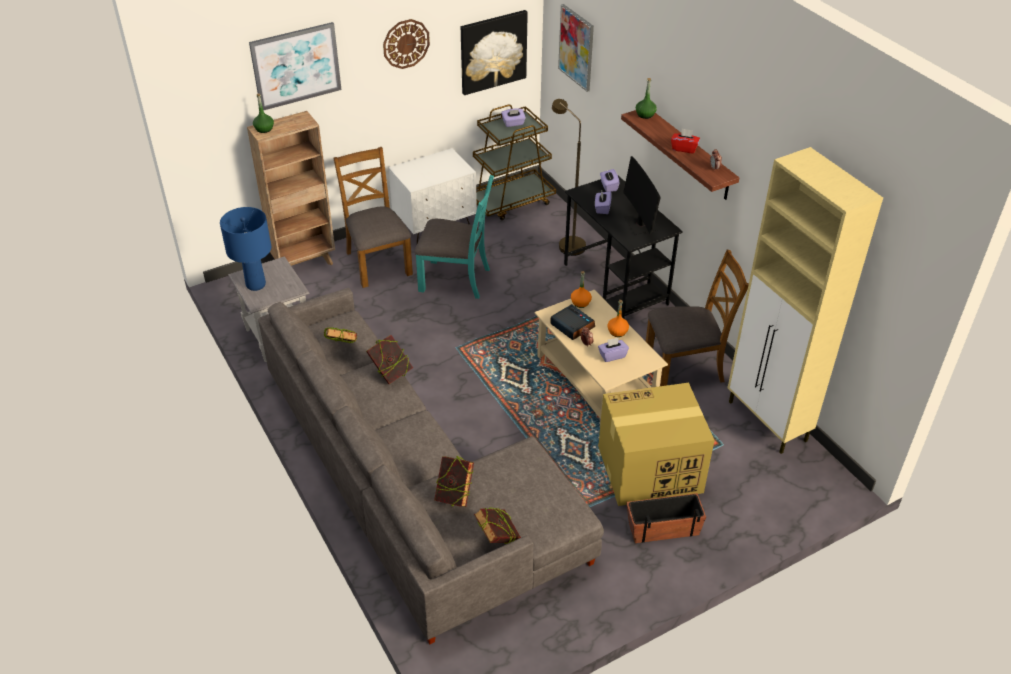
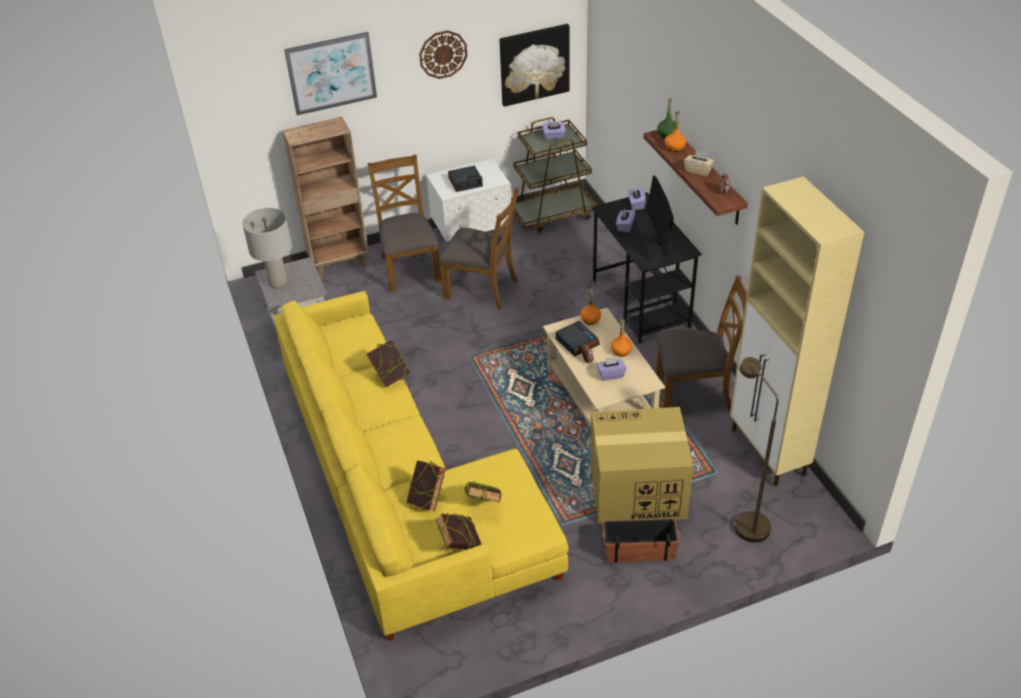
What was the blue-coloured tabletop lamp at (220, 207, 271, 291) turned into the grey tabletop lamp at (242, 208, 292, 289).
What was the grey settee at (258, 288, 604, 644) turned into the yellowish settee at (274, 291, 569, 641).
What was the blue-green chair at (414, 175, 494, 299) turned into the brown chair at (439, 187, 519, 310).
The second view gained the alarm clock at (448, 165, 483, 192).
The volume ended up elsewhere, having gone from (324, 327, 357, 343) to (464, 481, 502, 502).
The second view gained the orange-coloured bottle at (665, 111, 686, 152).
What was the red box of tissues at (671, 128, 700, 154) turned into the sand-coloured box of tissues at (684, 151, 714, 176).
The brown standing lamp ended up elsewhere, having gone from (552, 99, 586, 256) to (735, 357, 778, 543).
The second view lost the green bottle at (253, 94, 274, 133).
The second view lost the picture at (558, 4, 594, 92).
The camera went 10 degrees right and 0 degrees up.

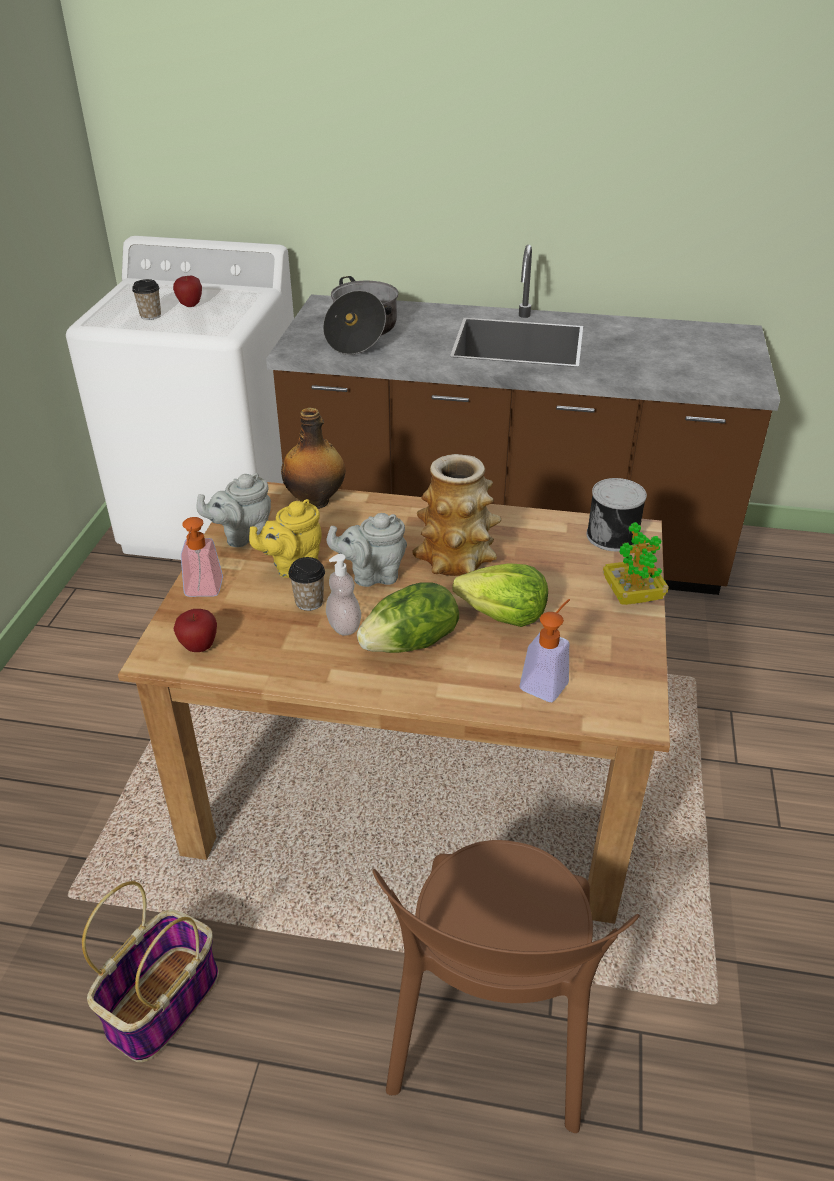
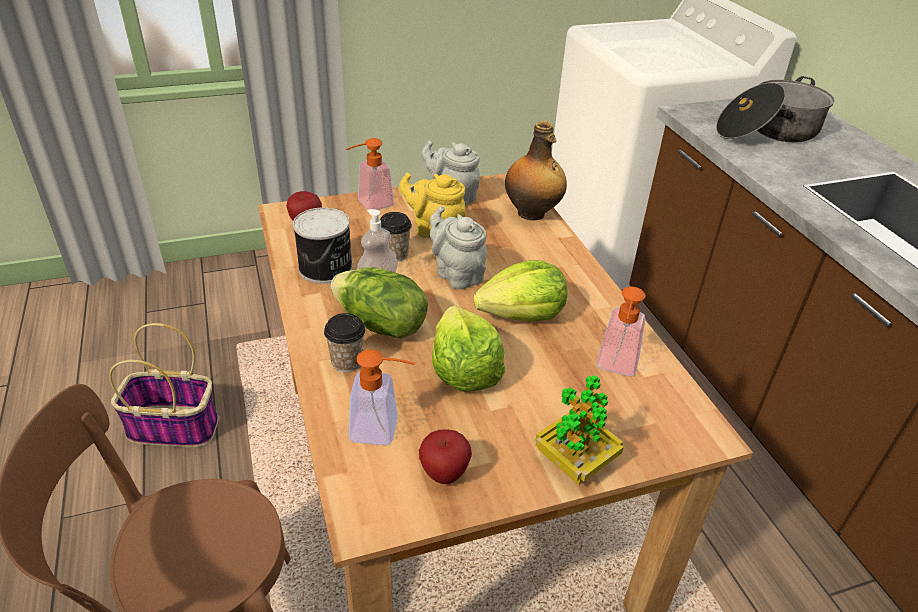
The sealed can ended up elsewhere, having gone from (587, 478, 647, 551) to (293, 207, 353, 284).
The drinking cup ended up elsewhere, having gone from (132, 279, 161, 320) to (324, 313, 365, 372).
The apple fruit ended up elsewhere, having gone from (173, 276, 202, 307) to (419, 429, 472, 484).
Where the decorative vase stood at (412, 454, 501, 576), the lettuce came to stand at (473, 260, 568, 322).
The second view gained the liquid soap bottle at (597, 287, 646, 376).
The camera went 60 degrees right and 0 degrees up.

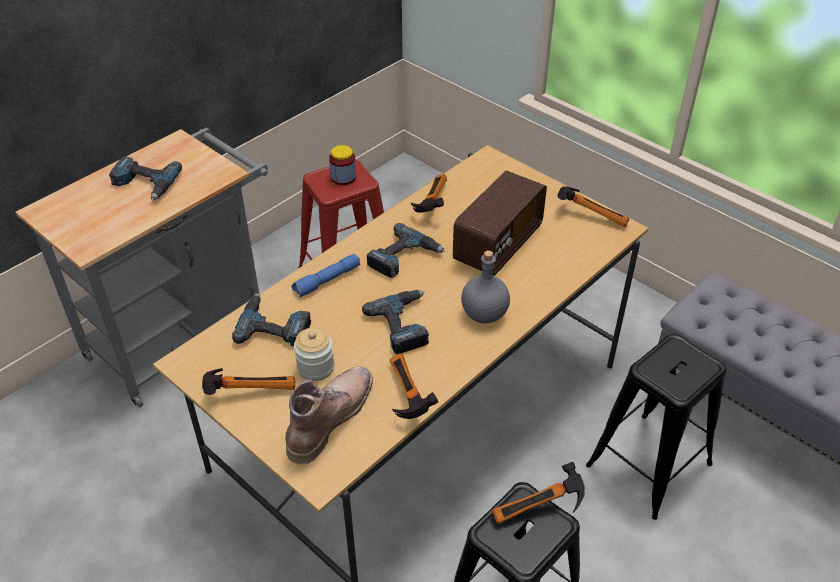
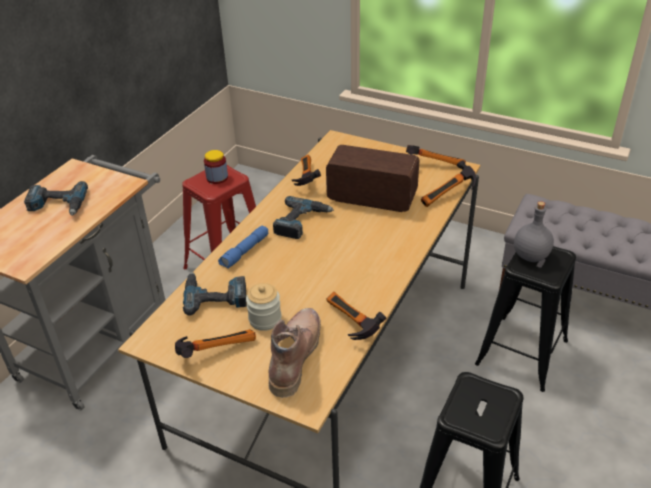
The radio receiver at (453, 170, 547, 276) ended up facing another way, 90 degrees counterclockwise from before.
The hand hammer ended up elsewhere, having gone from (491, 462, 585, 524) to (421, 160, 476, 207).
The grey bottle ended up elsewhere, having gone from (461, 250, 510, 324) to (514, 201, 554, 262).
The second view lost the drill at (362, 290, 429, 354).
The camera went 15 degrees left and 5 degrees down.

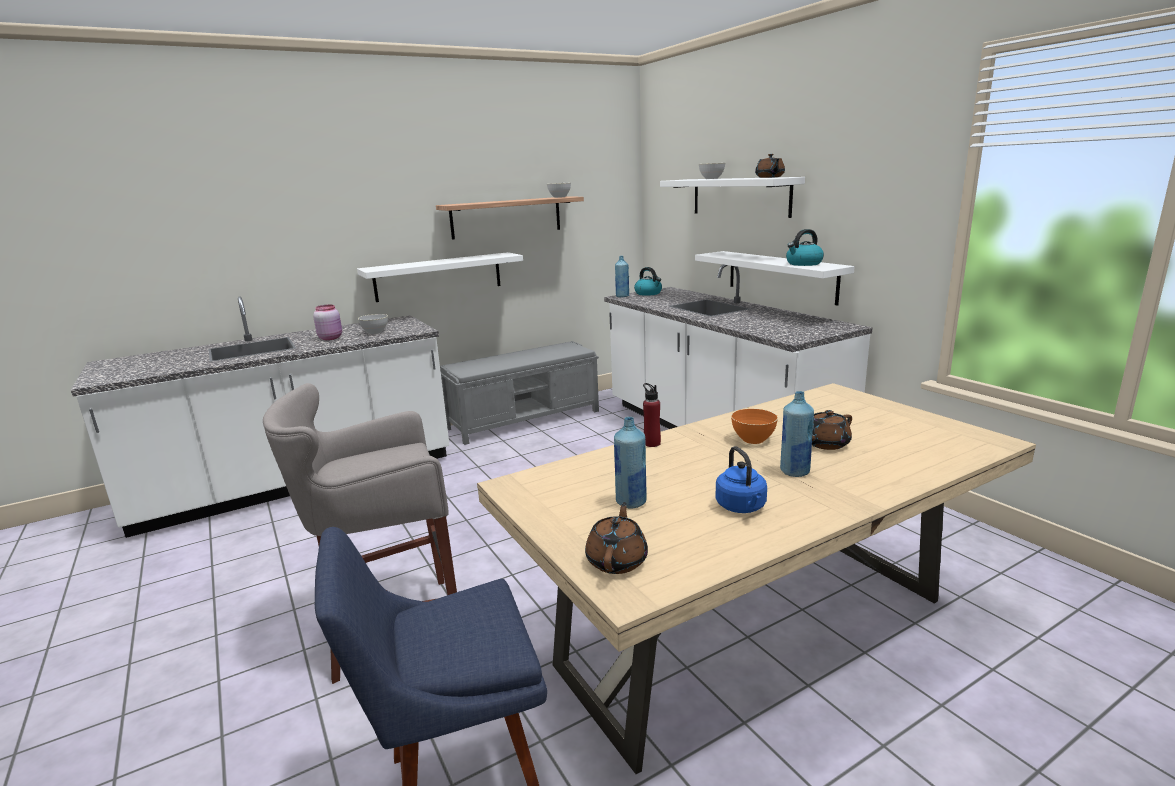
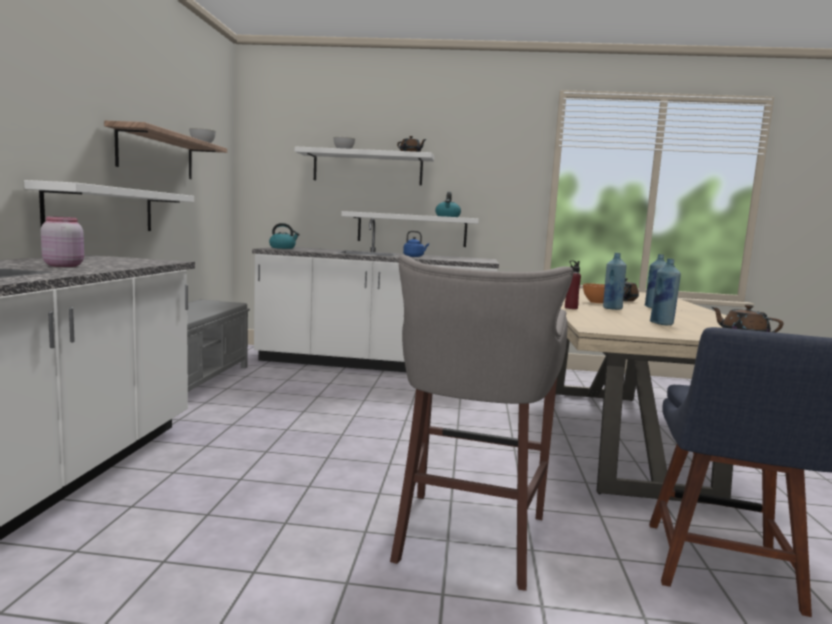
The blue-coloured water kettle ended up elsewhere, having gone from (716, 446, 767, 513) to (403, 231, 429, 257).
The blue-coloured bottle ended up elsewhere, having gone from (615, 256, 629, 297) to (603, 253, 626, 310).
The second view lost the grey bowl at (358, 314, 388, 334).
The camera went 55 degrees left and 10 degrees down.

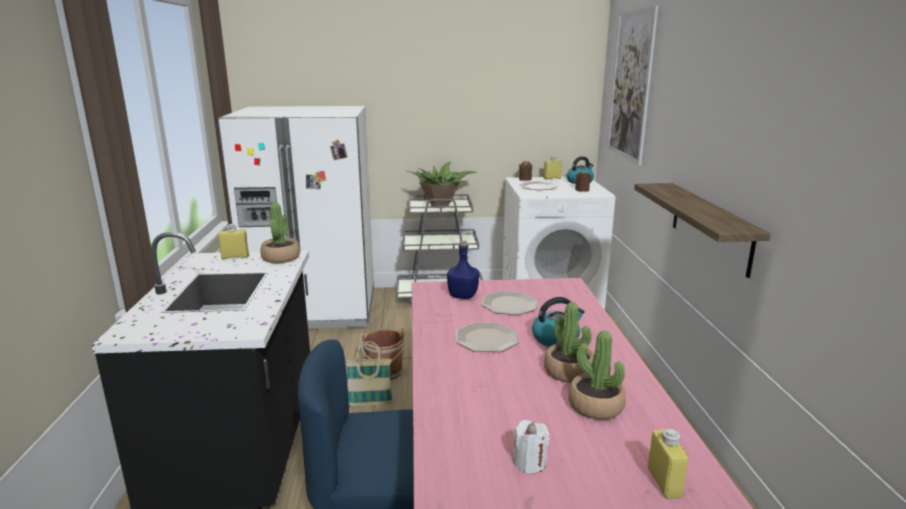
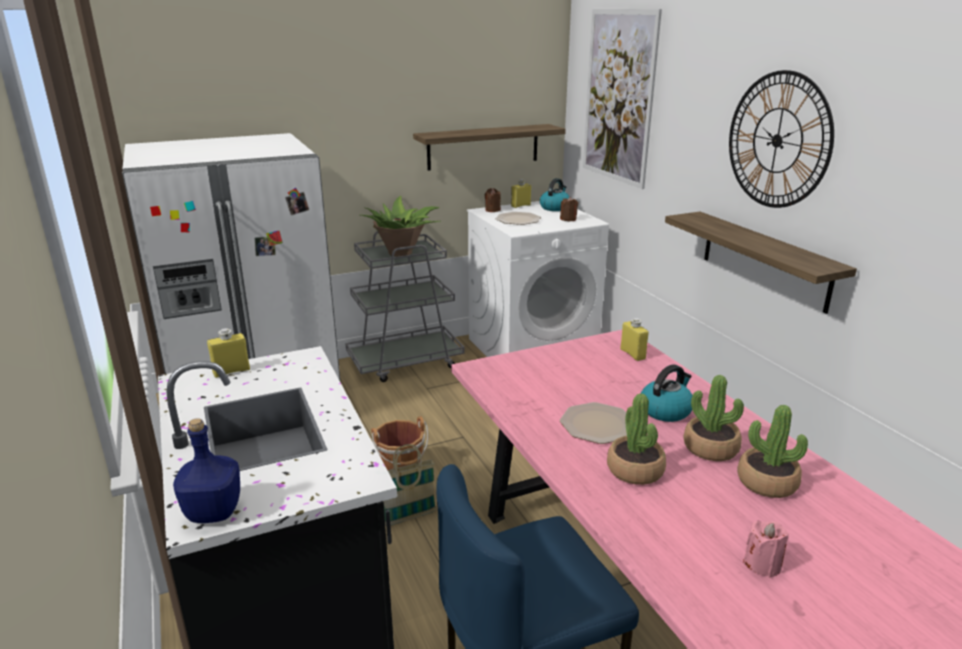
The blue-coloured bottle ended up elsewhere, having gone from (447, 240, 480, 299) to (173, 418, 240, 523).
The second view gained the shelf at (413, 124, 566, 171).
The houseplant ended up elsewhere, having gone from (261, 202, 300, 263) to (607, 394, 666, 485).
The yellowish bottle ended up elsewhere, having gone from (648, 429, 689, 499) to (620, 318, 649, 361).
The second view gained the hanging clock at (729, 70, 834, 208).
What was the white wax light at (513, 420, 550, 474) turned into the pinkish wax light at (743, 520, 789, 578).
The second view lost the flat dish at (481, 291, 538, 315).
The camera went 20 degrees left and 5 degrees up.

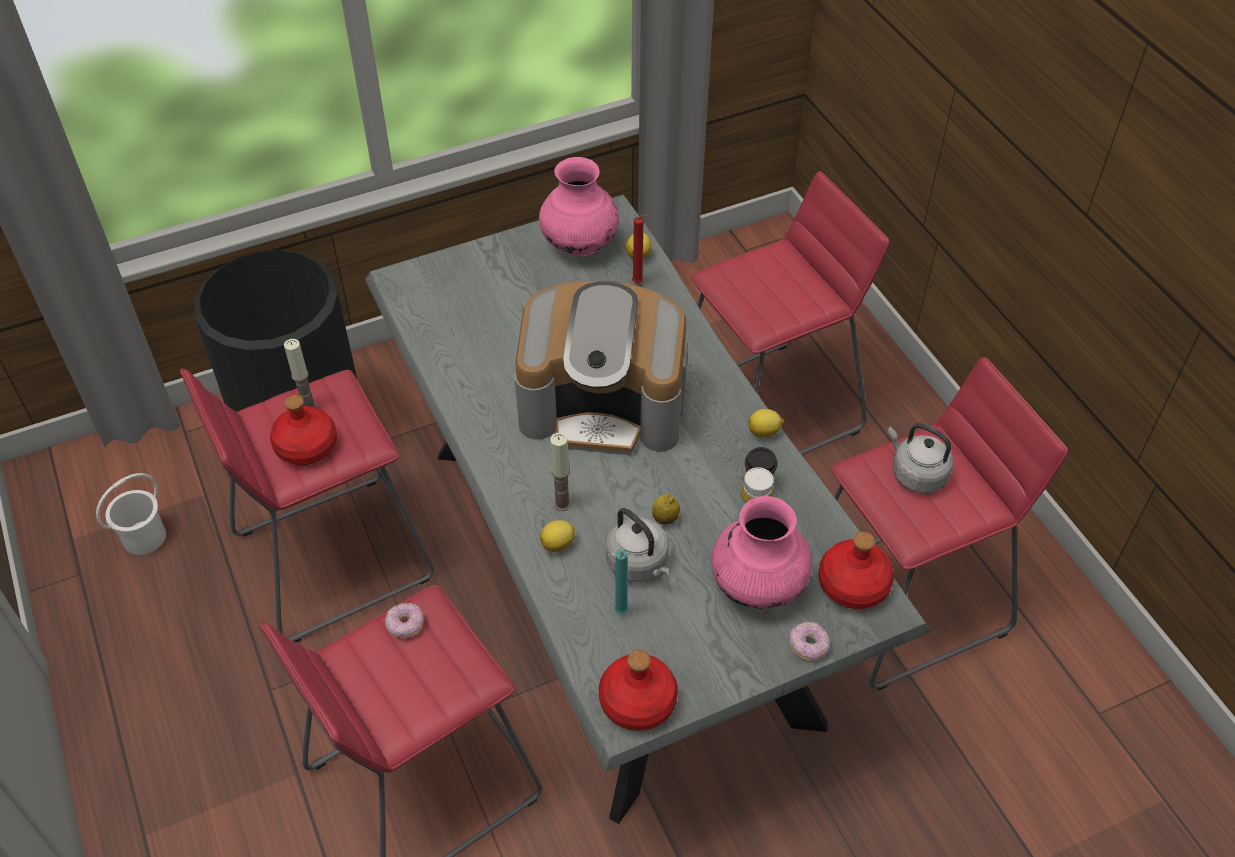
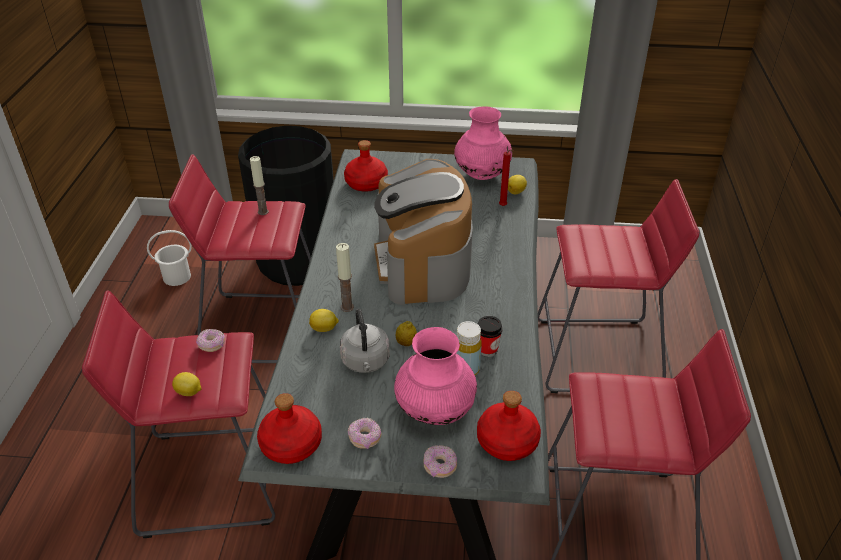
The citrus fruit ended up elsewhere, having gone from (748, 409, 783, 438) to (172, 372, 201, 396).
The red bottle ended up elsewhere, having gone from (270, 395, 337, 465) to (344, 140, 388, 192).
The second view gained the donut at (348, 418, 381, 449).
The coffee brewer at (515, 281, 687, 455) ended up facing another way, 45 degrees clockwise from before.
The second view lost the blue-green wax light at (614, 550, 628, 614).
The second view lost the grey water kettle at (888, 423, 953, 493).
The camera went 30 degrees right and 10 degrees down.

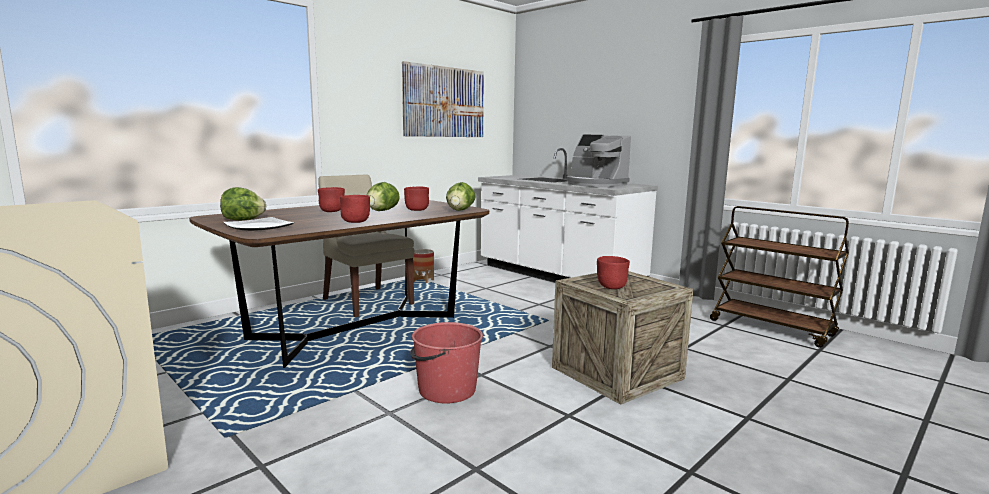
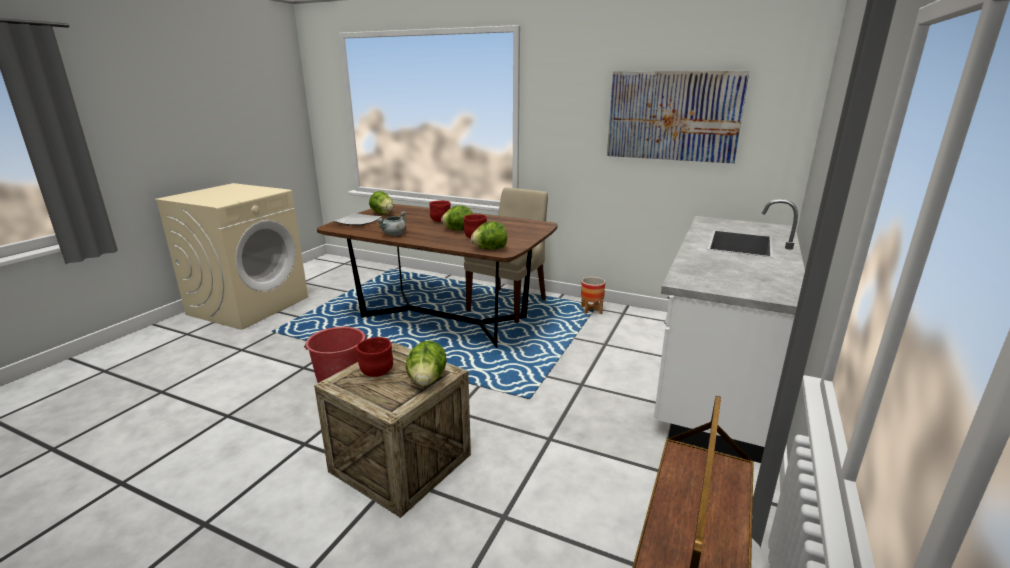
Where the red bowl stood at (340, 195, 370, 223), the grey cooking pot came to stand at (376, 211, 406, 236).
The second view gained the lettuce at (406, 341, 447, 387).
The second view lost the coffee brewer at (567, 135, 631, 187).
The camera went 70 degrees right and 10 degrees up.

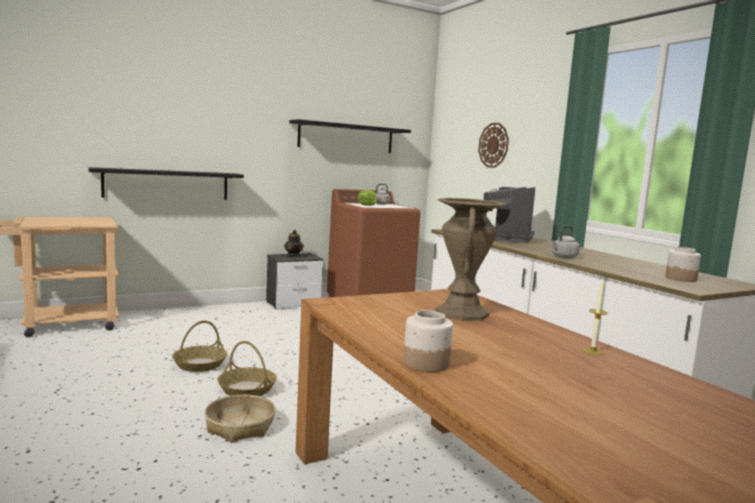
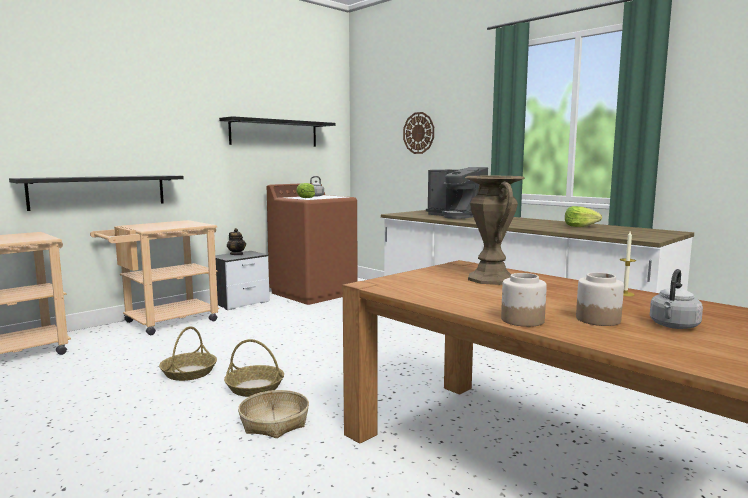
The second view gained the sand-coloured trolley at (90, 220, 219, 335).
The coffee brewer at (484, 187, 535, 243) ended up facing another way, 45 degrees counterclockwise from before.
The second view gained the lettuce at (565, 206, 602, 227).
The preserve jar ended up elsewhere, having gone from (665, 247, 701, 282) to (576, 273, 624, 326).
The grey water kettle ended up elsewhere, having gone from (552, 225, 580, 258) to (650, 269, 703, 329).
The camera went 15 degrees left and 0 degrees up.

